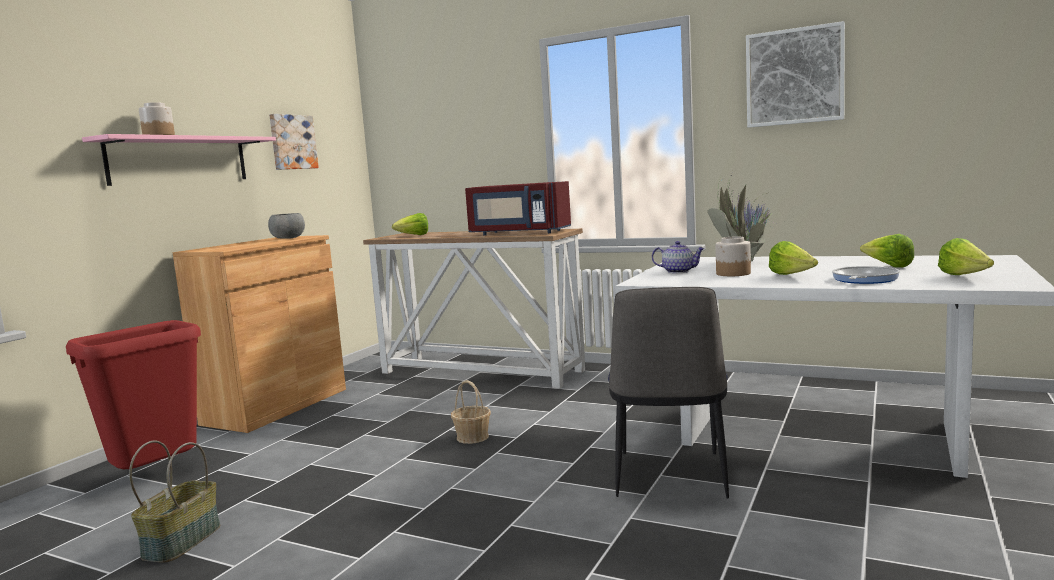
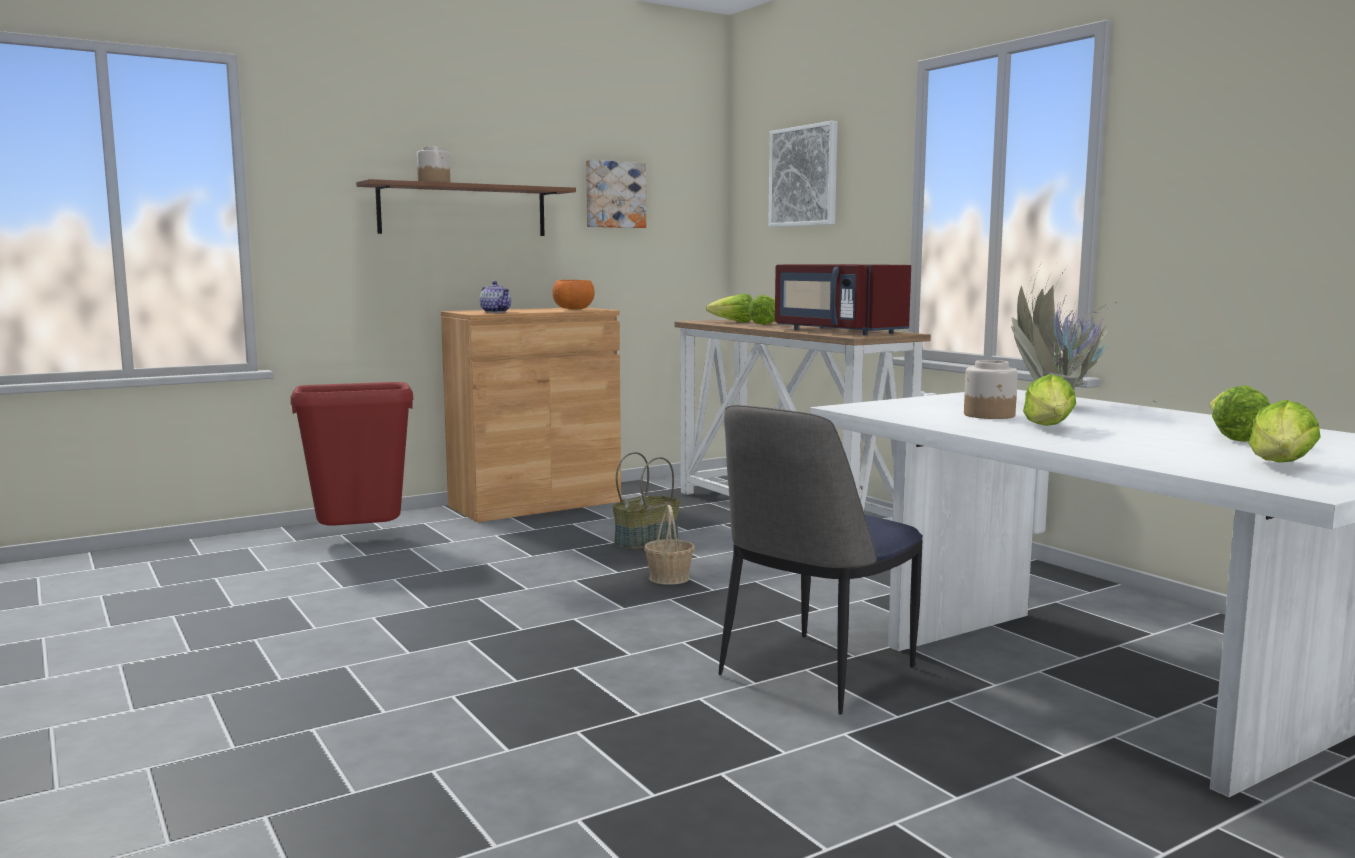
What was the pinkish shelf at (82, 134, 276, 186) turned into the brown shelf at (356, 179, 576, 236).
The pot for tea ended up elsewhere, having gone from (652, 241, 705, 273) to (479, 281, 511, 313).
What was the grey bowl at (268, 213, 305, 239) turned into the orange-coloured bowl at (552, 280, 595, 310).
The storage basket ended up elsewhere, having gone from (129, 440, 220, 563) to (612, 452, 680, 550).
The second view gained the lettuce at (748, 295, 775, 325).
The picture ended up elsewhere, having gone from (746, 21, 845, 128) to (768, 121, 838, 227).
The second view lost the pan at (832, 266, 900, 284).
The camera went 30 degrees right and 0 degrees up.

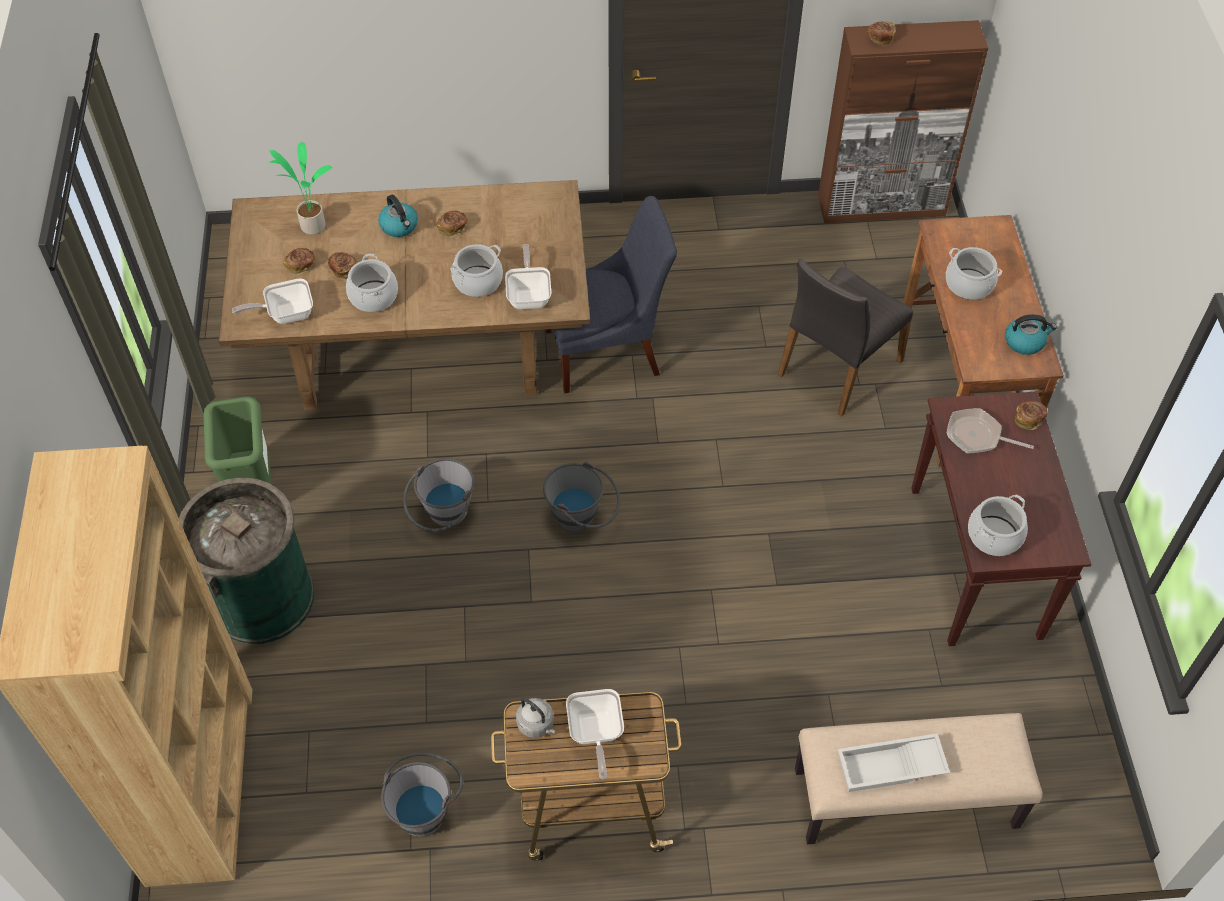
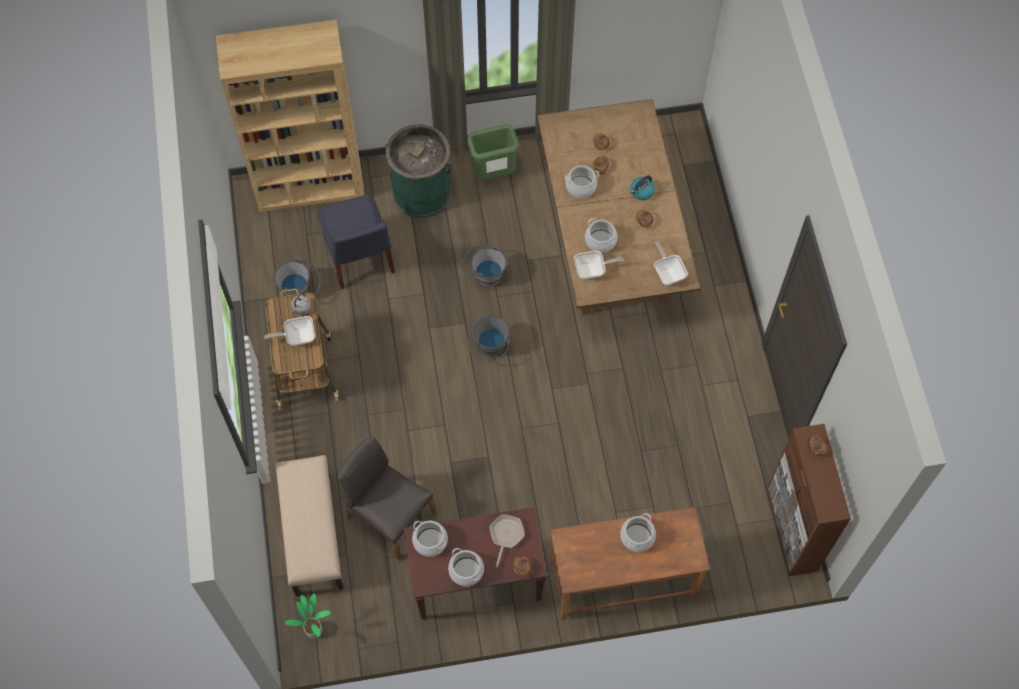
The houseplant ended up elsewhere, having gone from (269, 142, 332, 235) to (285, 593, 331, 639).
The blue-coloured chair ended up elsewhere, having gone from (545, 196, 677, 393) to (317, 194, 395, 289).
The grey chair ended up elsewhere, having gone from (778, 258, 913, 416) to (338, 437, 437, 560).
The second view gained the cooking pot at (448, 548, 484, 586).
The pan ended up elsewhere, having gone from (232, 278, 313, 324) to (654, 241, 688, 285).
The second view lost the white serving tray at (838, 733, 950, 792).
The second view lost the water kettle at (1005, 314, 1057, 355).
The camera went 85 degrees right and 10 degrees up.

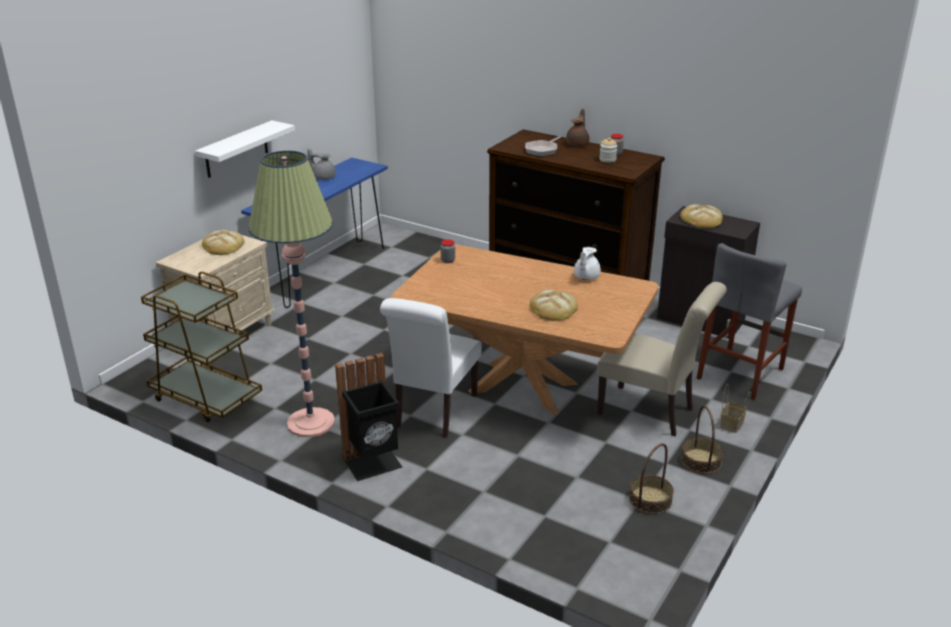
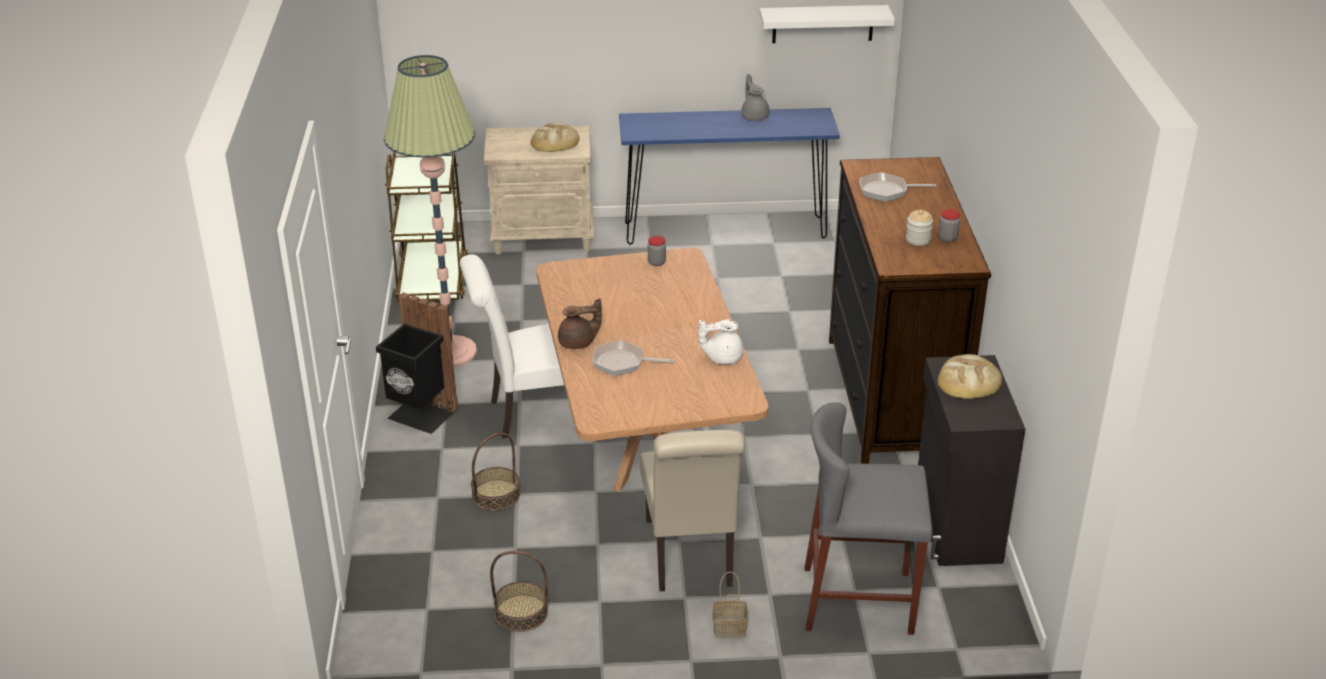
The storage basket ended up elsewhere, having gone from (681, 405, 724, 474) to (471, 432, 520, 511).
The brown pot for tea ended up elsewhere, having gone from (566, 109, 589, 146) to (558, 298, 602, 349).
Where the baked bread stood at (530, 290, 578, 321), the pan came to stand at (592, 341, 674, 376).
The white shelf ended up elsewhere, having gone from (195, 120, 295, 178) to (759, 5, 895, 43).
The camera went 55 degrees right and 5 degrees up.

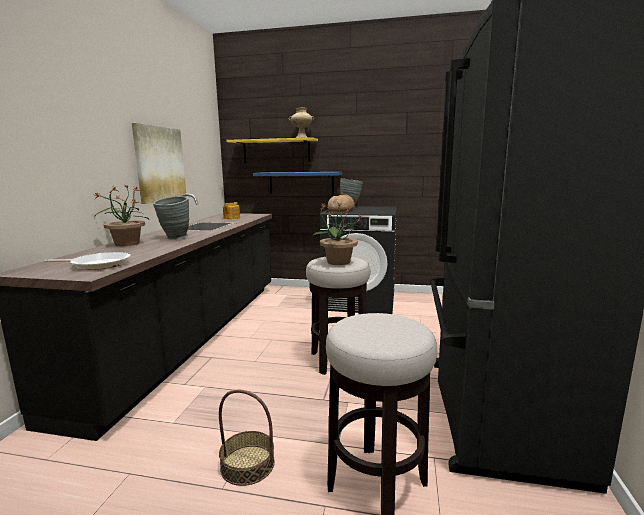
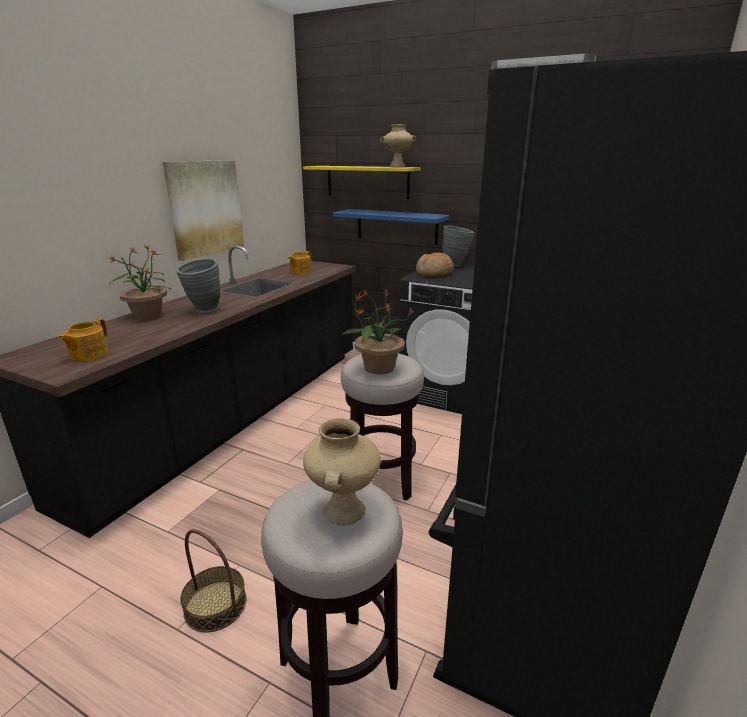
Where the pan stood at (45, 252, 131, 270), the pot for tea came to stand at (58, 318, 109, 361).
The second view gained the sand-coloured decorative vase at (303, 418, 381, 526).
The camera went 15 degrees right and 10 degrees up.

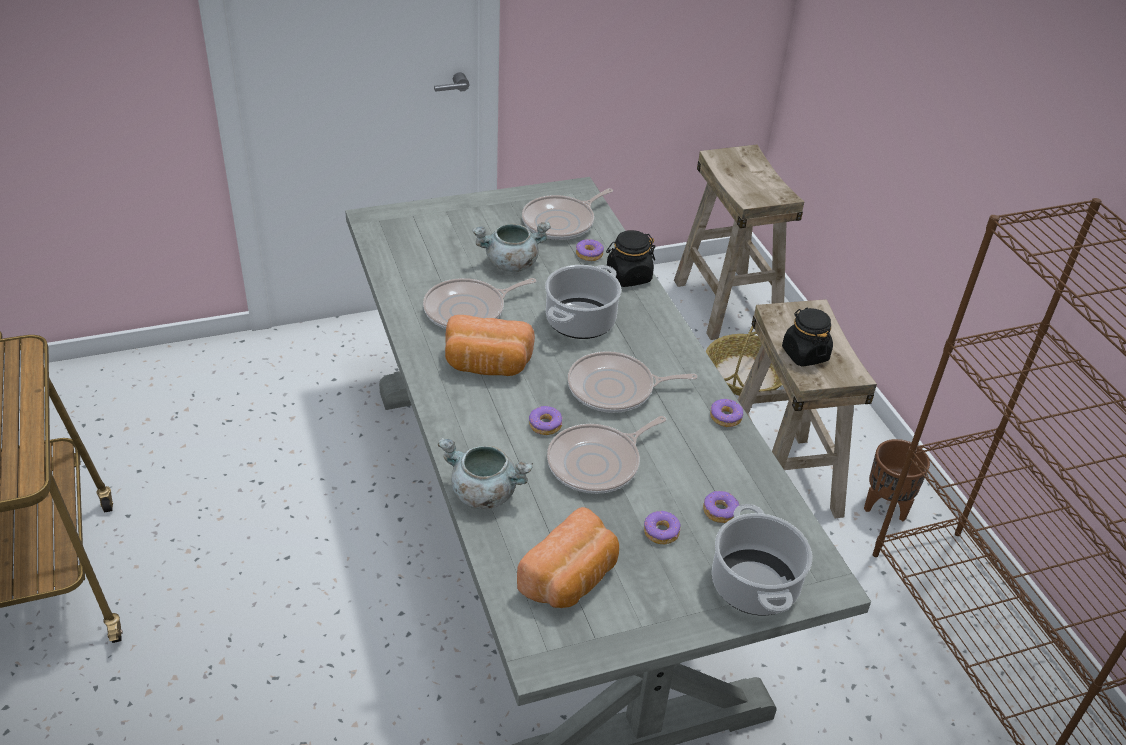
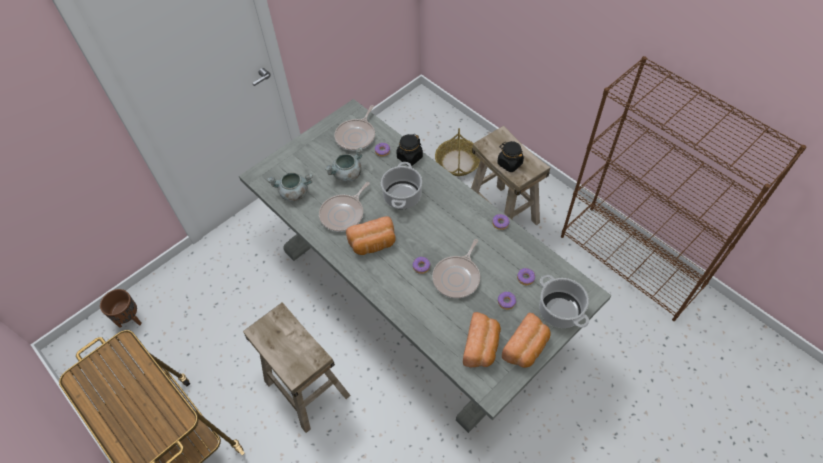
The brown planter ended up elsewhere, having gone from (864, 439, 930, 521) to (100, 289, 142, 328).
The sand-coloured stool ended up elsewhere, having gone from (674, 144, 804, 340) to (243, 302, 351, 433).
The grey cooking pot ended up elsewhere, having gone from (438, 438, 533, 509) to (267, 172, 313, 202).
The second view gained the baked bread at (502, 313, 551, 368).
The second view lost the pan at (568, 351, 698, 413).
The camera went 20 degrees left and 15 degrees up.

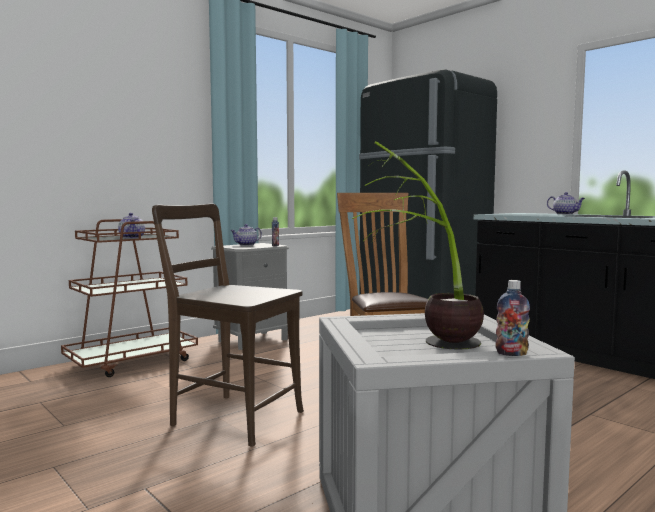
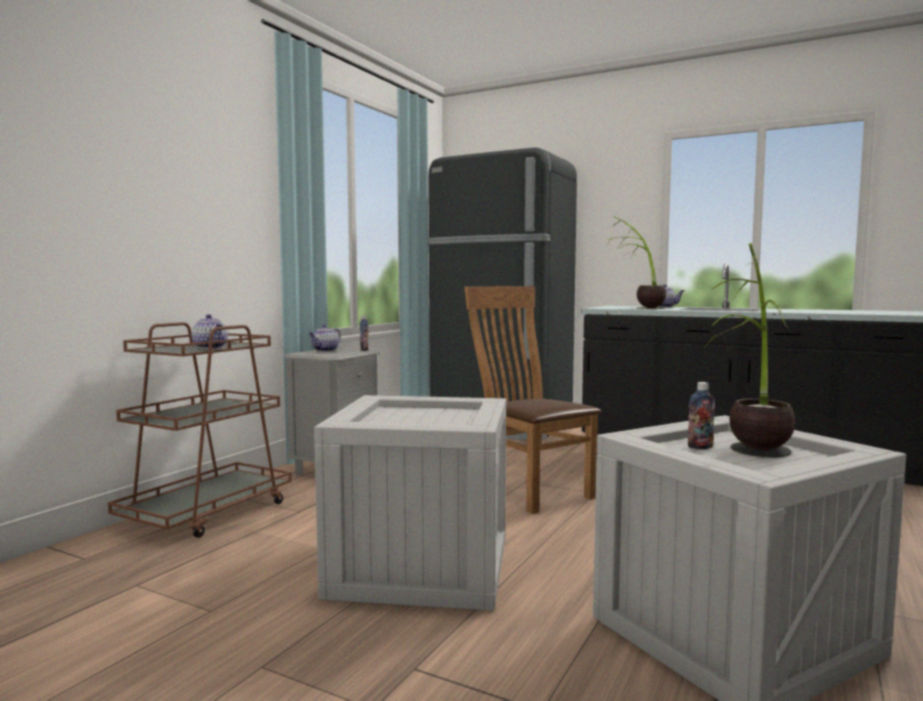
Where the brown chair stood at (152, 204, 304, 447), the crate came to stand at (314, 395, 506, 611).
The second view gained the houseplant at (607, 216, 666, 309).
The bottle ended up elsewhere, having gone from (495, 280, 530, 356) to (688, 382, 715, 449).
The camera went 20 degrees left and 0 degrees up.

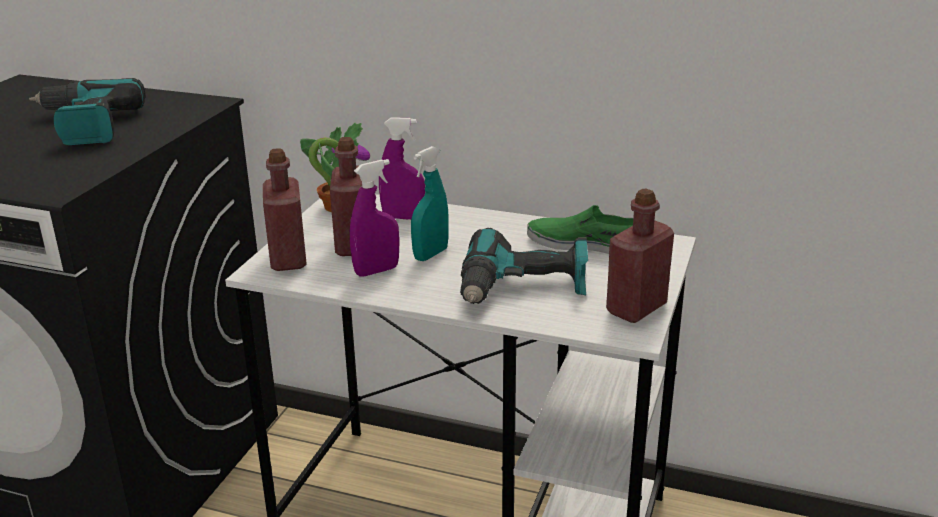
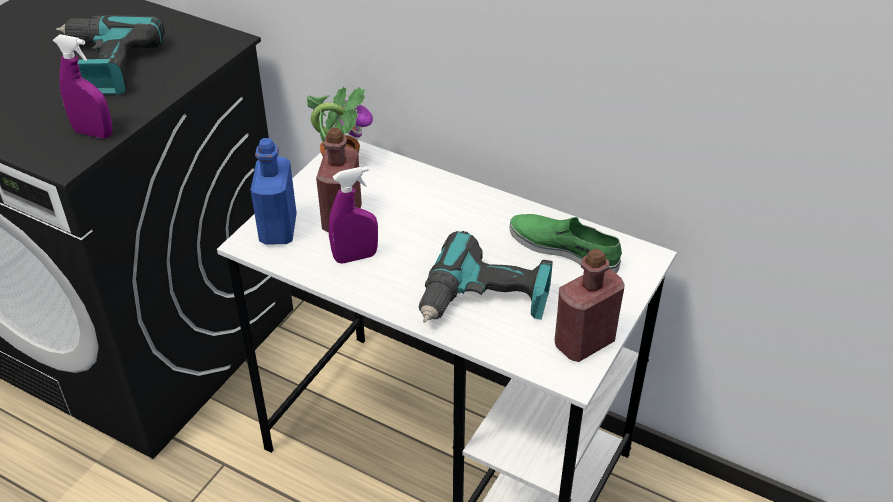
The purplish spray bottle ended up elsewhere, having gone from (379, 117, 425, 220) to (53, 34, 113, 138).
What was the red bottle at (263, 148, 307, 271) turned into the blue-coloured bottle at (251, 138, 297, 244).
The second view lost the blue-green spray bottle at (411, 146, 449, 261).
The camera went 10 degrees right and 15 degrees up.

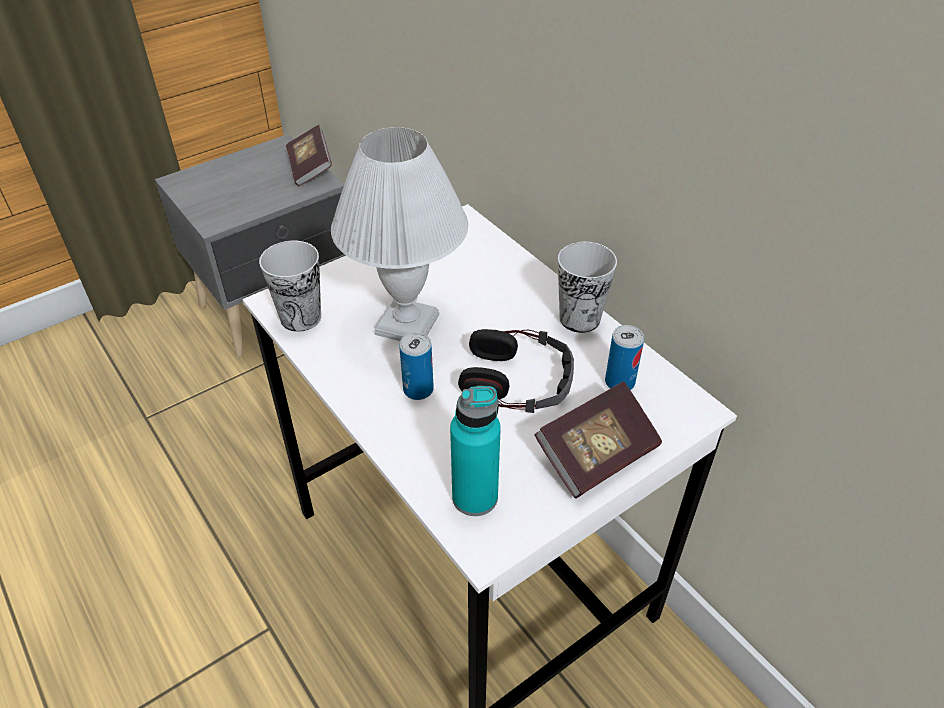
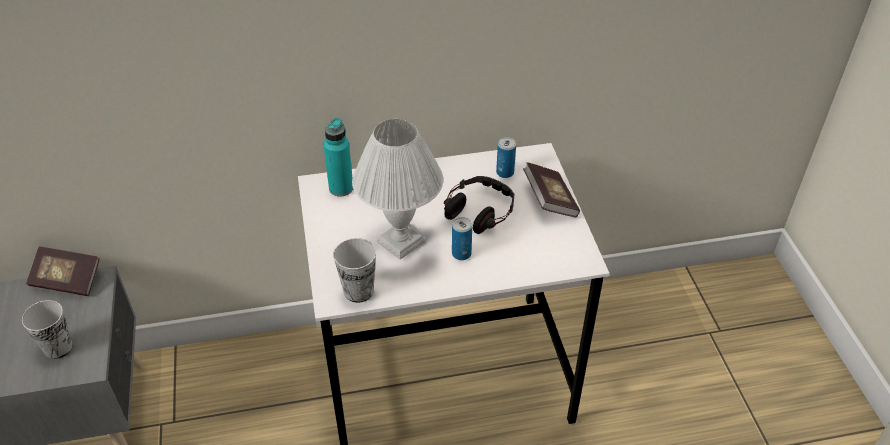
The drinking cup ended up elsewhere, having gone from (558, 242, 617, 333) to (21, 300, 73, 359).
The blue-green bottle ended up elsewhere, having gone from (450, 386, 501, 516) to (323, 118, 353, 197).
The camera went 65 degrees left and 0 degrees up.

